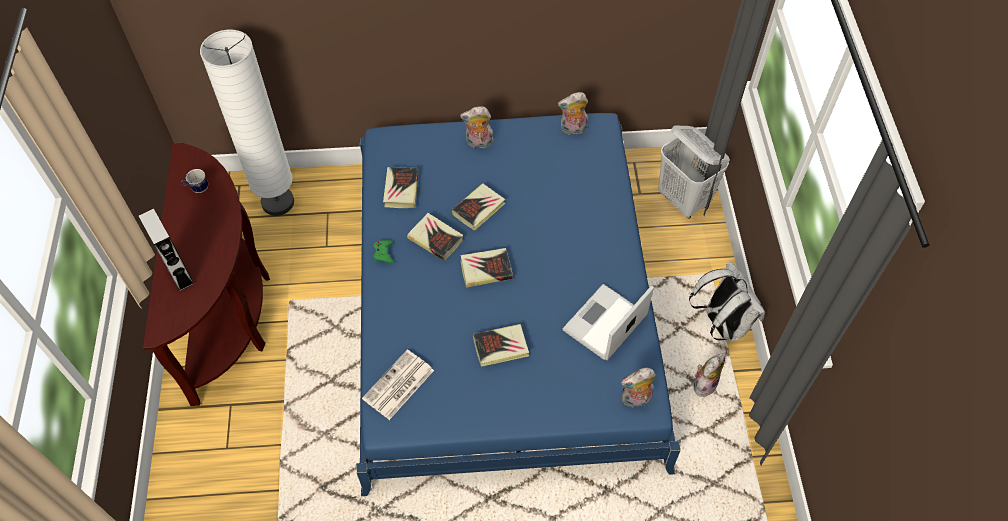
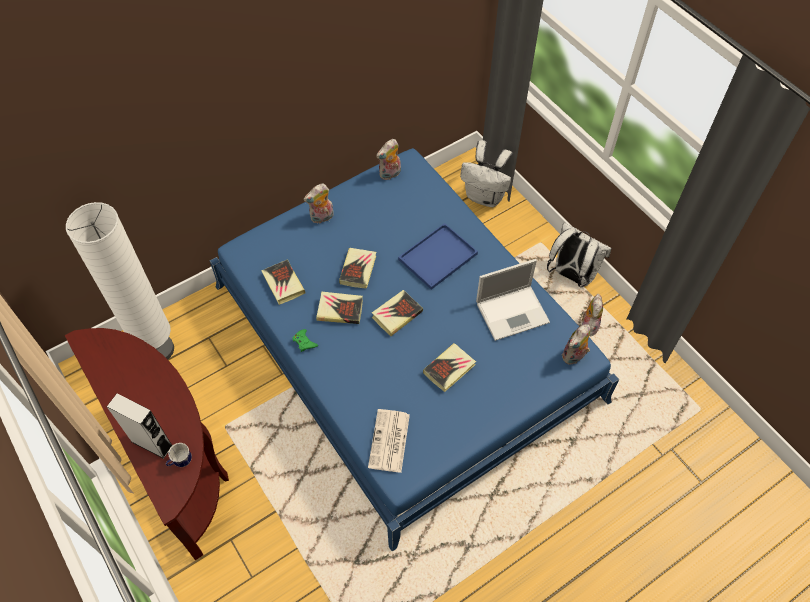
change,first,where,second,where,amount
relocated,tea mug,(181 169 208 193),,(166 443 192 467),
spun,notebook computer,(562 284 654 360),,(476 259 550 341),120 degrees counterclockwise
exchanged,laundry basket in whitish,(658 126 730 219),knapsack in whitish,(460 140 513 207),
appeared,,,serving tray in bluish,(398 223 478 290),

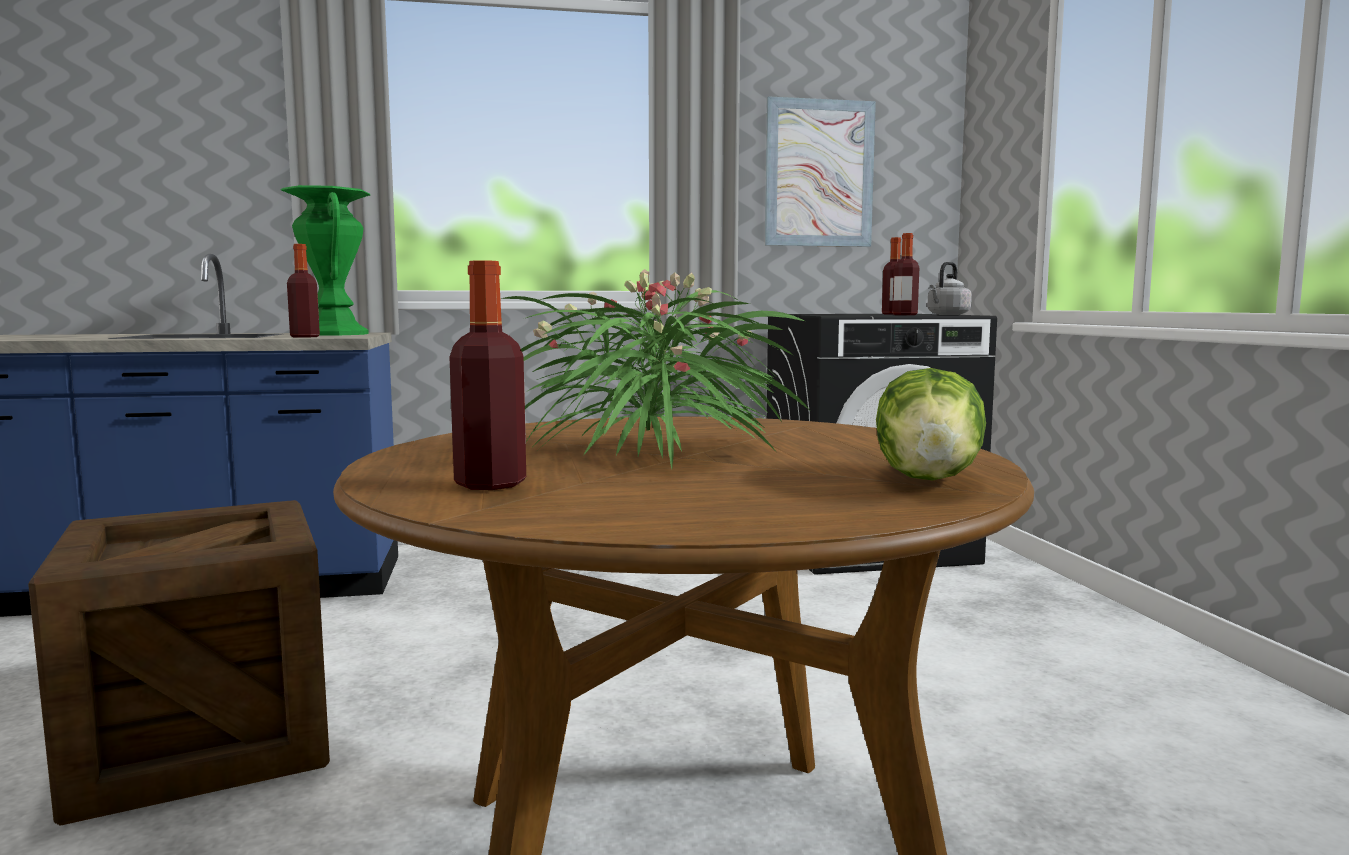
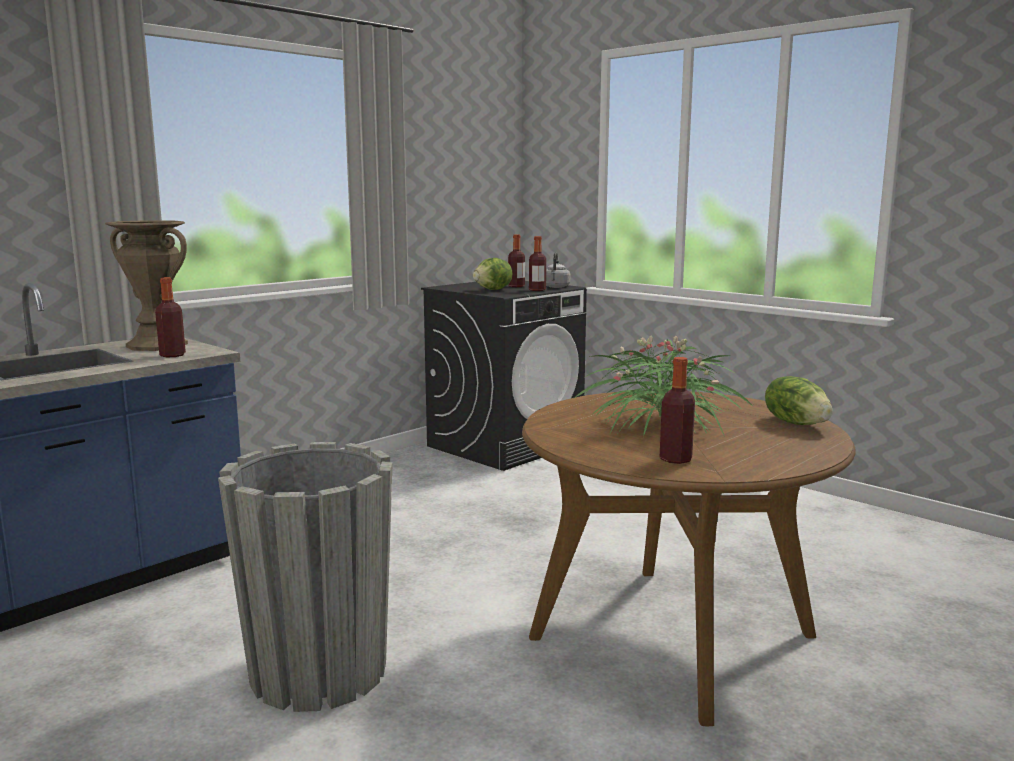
change,first,where,second,where,amount
exchanged,crate,(28 500 330 826),flower pot in greyish,(218 442 393 712),
colour,decorative vase in green,(281 185 370 336),decorative vase in brownish,(105 220 188 351),
missing,wall picture,(765 96 876 247),,,
appeared,,,head of lettuce,(473 258 513 290),

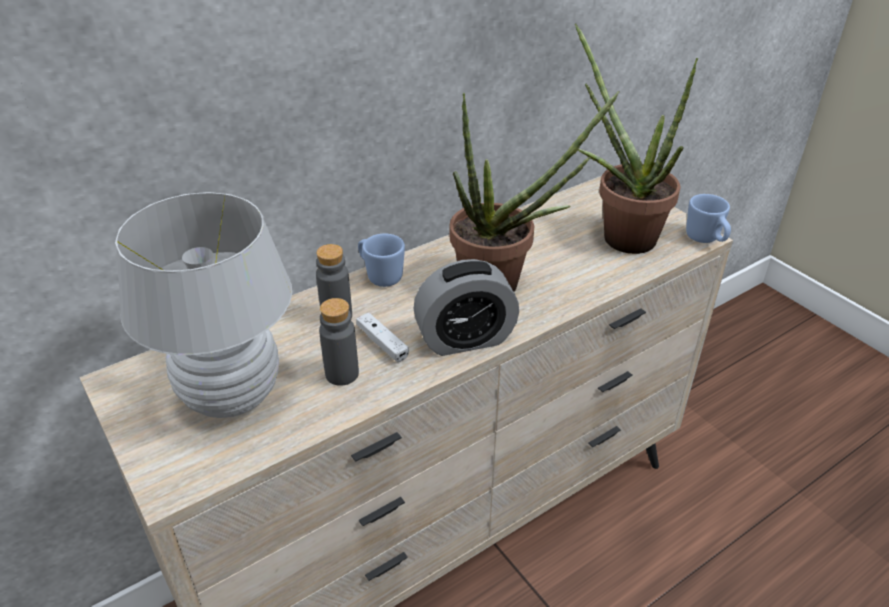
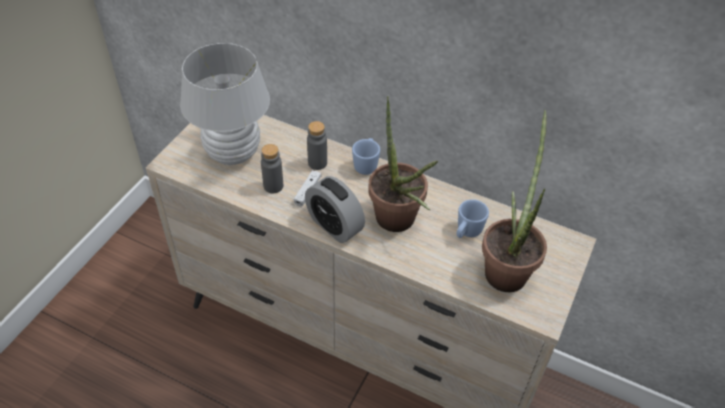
change,first,where,second,where,amount
relocated,tea mug in bluish,(686 194 731 243),,(456 199 489 238),

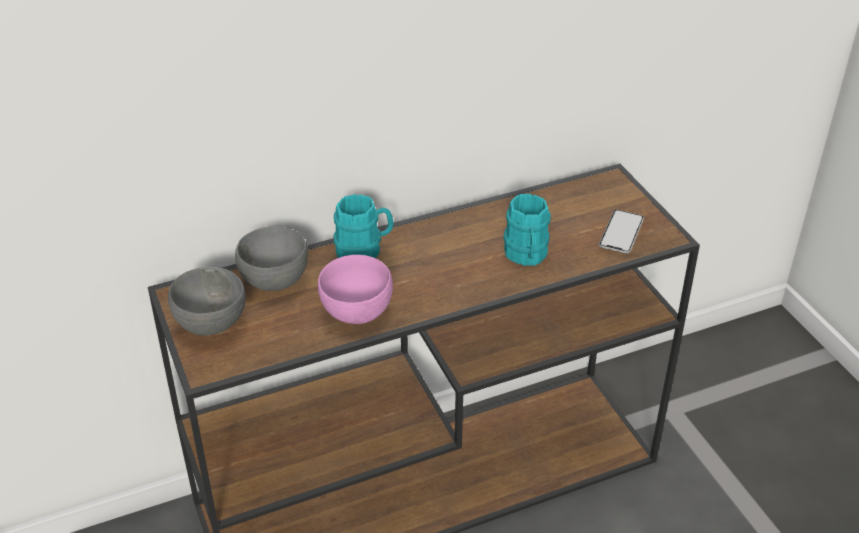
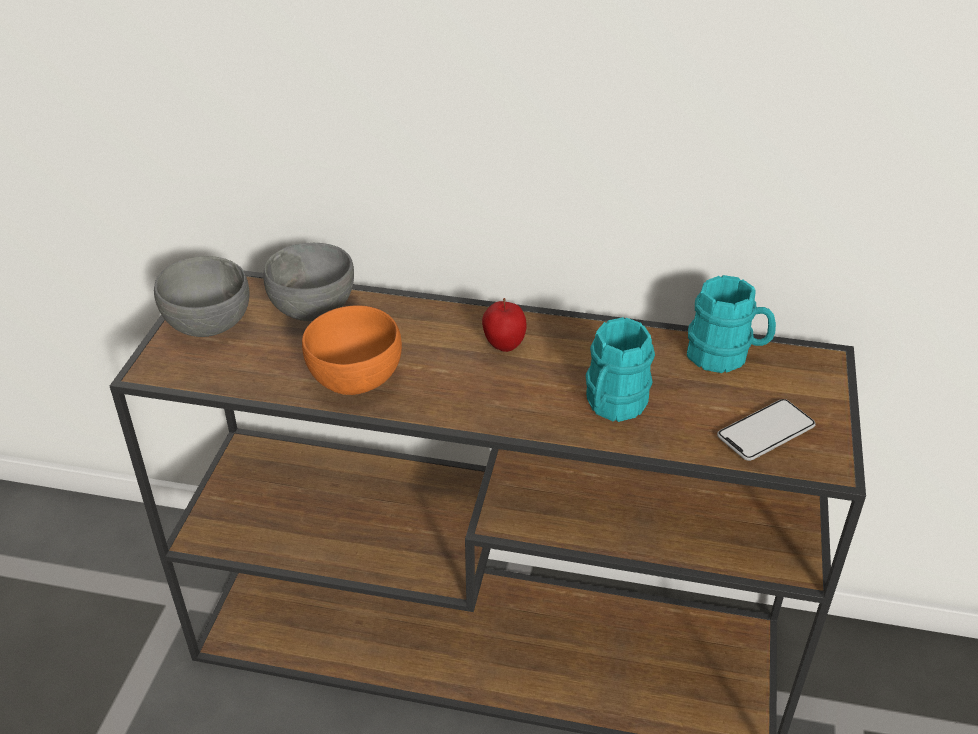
change,first,where,second,where,amount
colour,bowl in pink-coloured,(318 255 393 324),bowl in orange,(302 305 402 395),
relocated,tea mug in turquoise-coloured,(334 194 393 258),,(687 275 776 373),
appeared,,,apple fruit,(482 298 527 352),

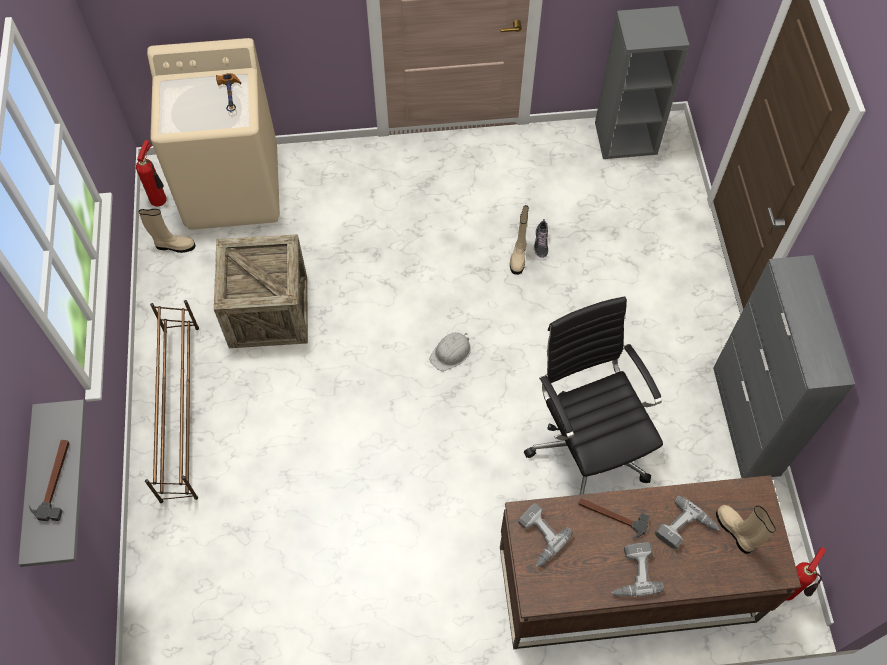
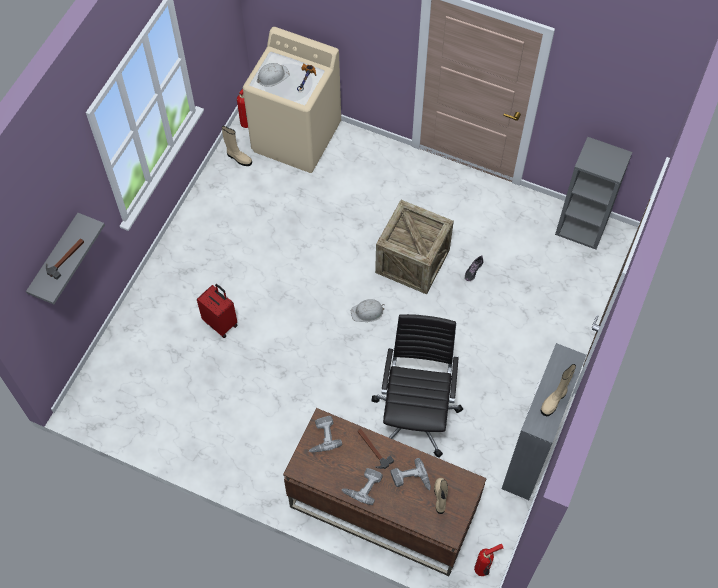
change,first,where,second,where,amount
missing,shoe stand in brownish,(145 300 199 503),,,
relocated,crate,(214 234 308 348),,(375 200 454 294),
relocated,boot in beige-coloured,(510 205 529 275),,(541 364 576 416),
appeared,,,suitcase in reddish,(197 284 238 338),
appeared,,,work helmet in whitish,(257 63 290 86),

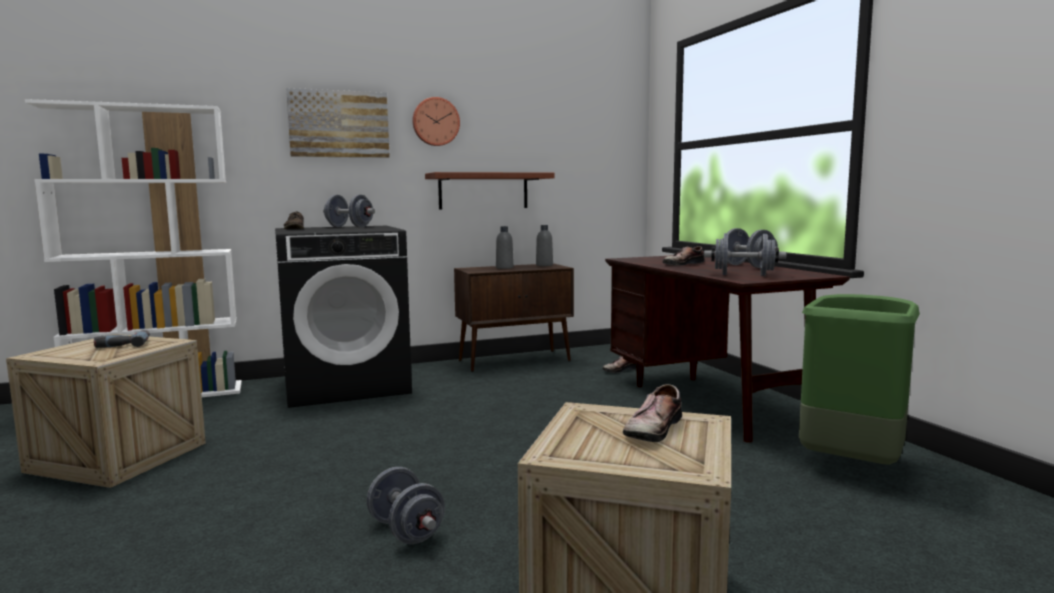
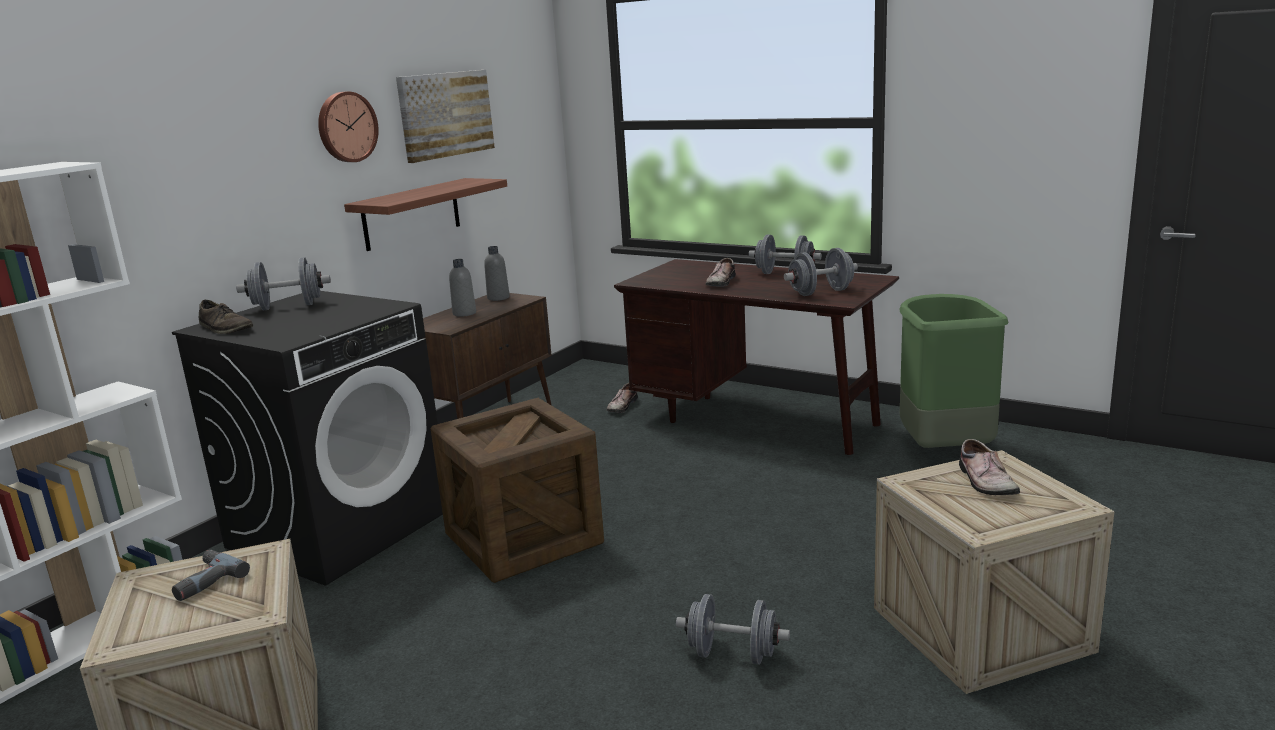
change,first,where,second,where,amount
relocated,wall picture,(286 88 390 158),,(396 70 495 163),
appeared,,,crate,(431 398 604 583),

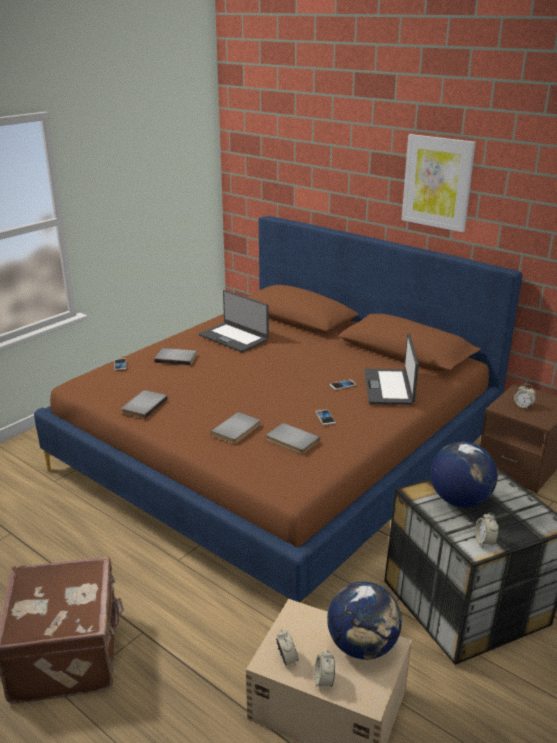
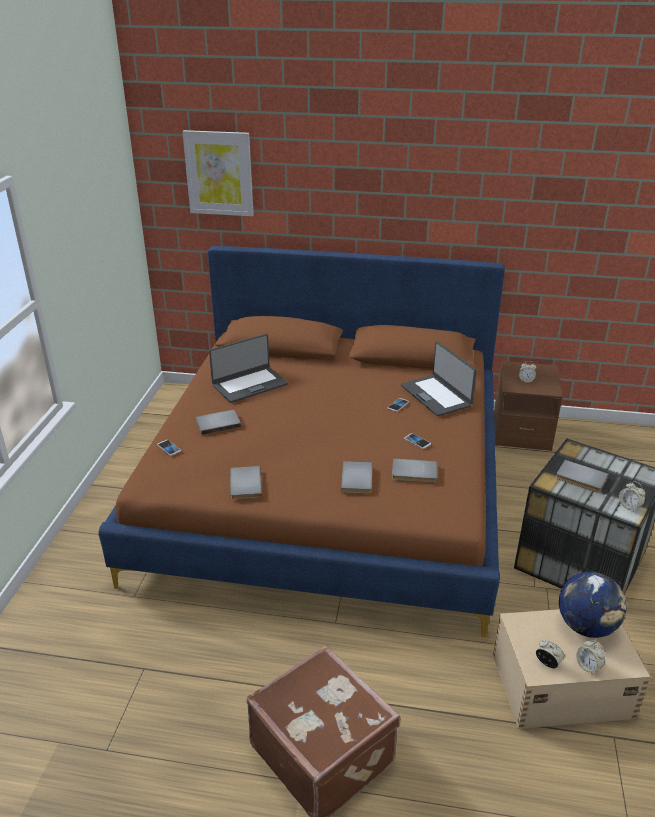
change,first,where,second,where,amount
spun,notebook computer,(199 290 269 352),,(209 334 288 403),45 degrees counterclockwise
relocated,wall picture,(402 134 476 232),,(182 130 254 216),
exchanged,desk globe,(431 442 498 507),bound book in greyish,(556 460 609 493),

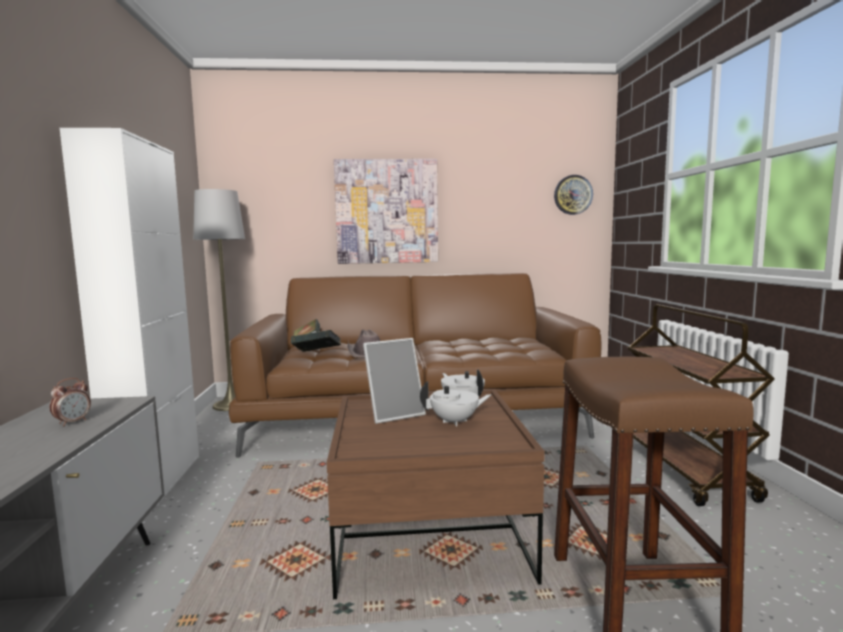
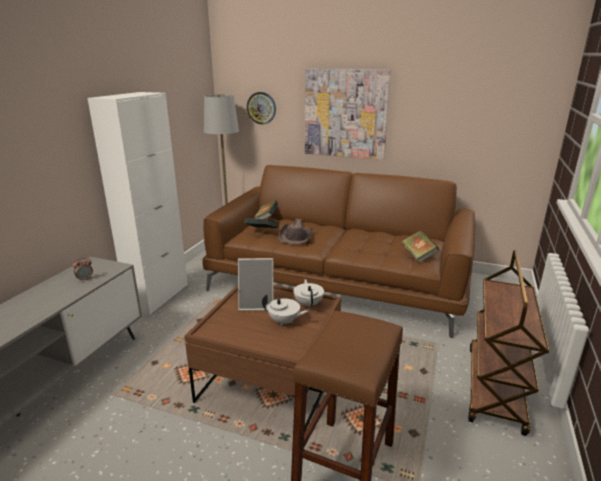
change,first,where,second,where,amount
relocated,hanging clock,(554 175 593 215),,(247 92 276 124),
appeared,,,bound book,(402 230 439 263),

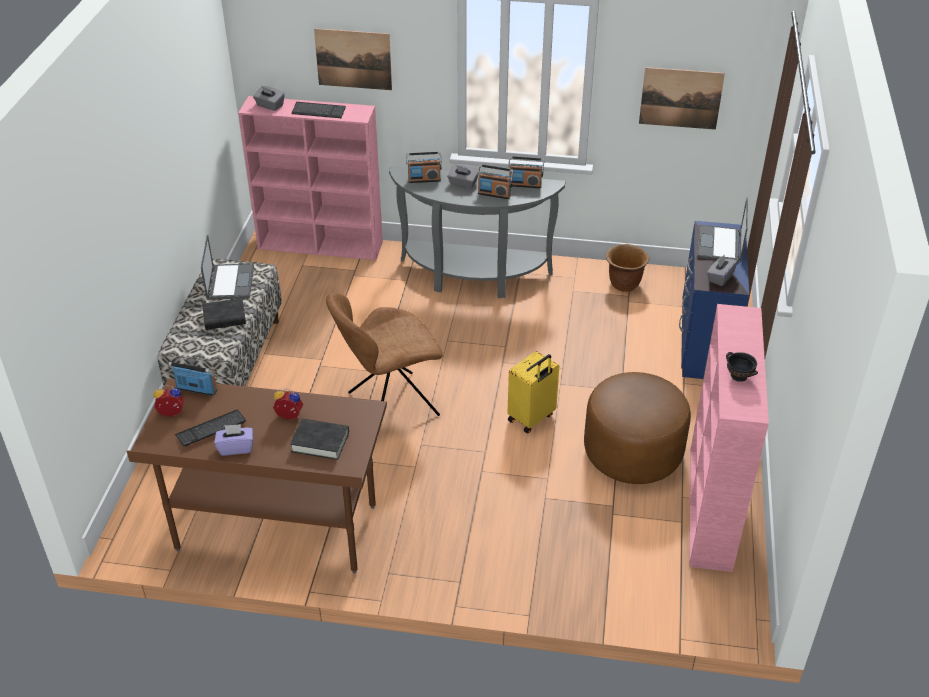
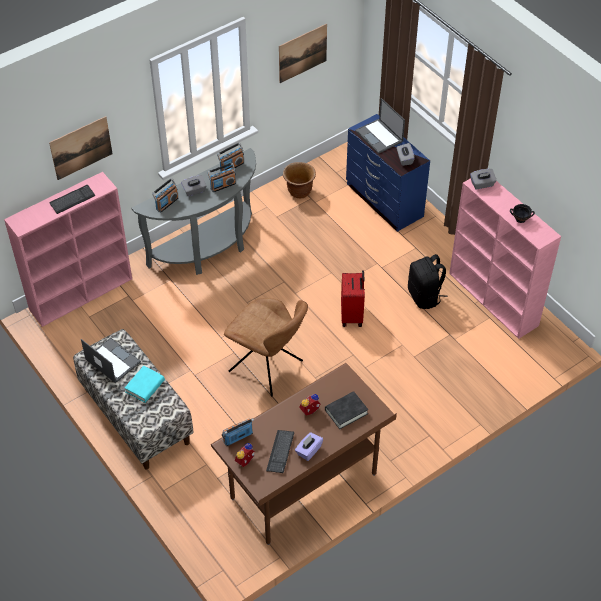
change,first,where,second,where,amount
colour,bound book in black,(202 298 246 330),bound book in turquoise-coloured,(125 366 165 403),
relocated,box of tissues in greyish,(253 86 285 111),,(470 169 497 189),
spun,upright chair in brownish,(326 293 443 416),,(224 298 308 397),75 degrees counterclockwise
colour,suitcase in yellow,(507 351 559 433),suitcase in reddish,(341 270 365 327),
exchanged,ottoman in brownish,(584 372 691 484),knapsack in black,(408 254 448 309),

